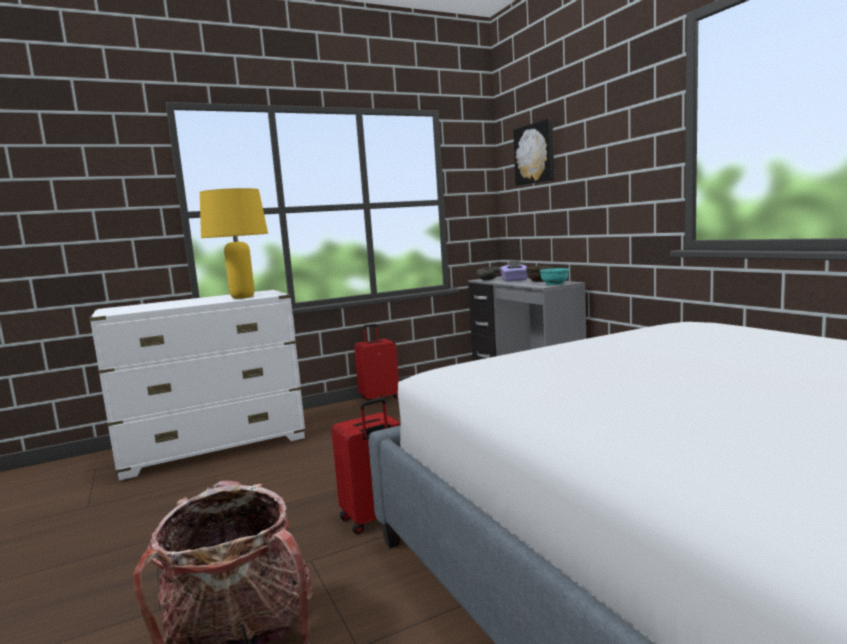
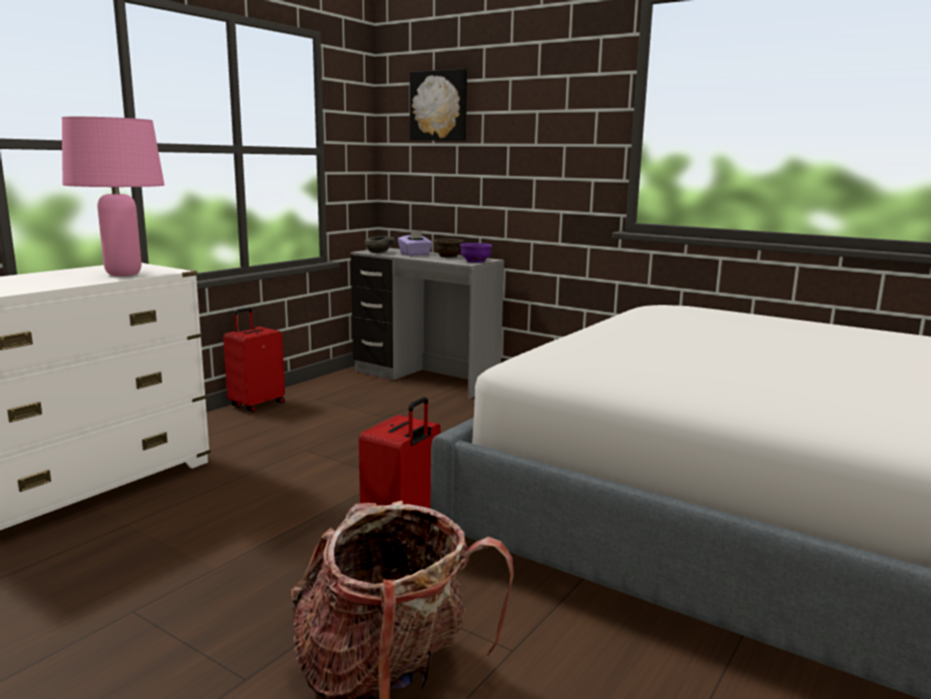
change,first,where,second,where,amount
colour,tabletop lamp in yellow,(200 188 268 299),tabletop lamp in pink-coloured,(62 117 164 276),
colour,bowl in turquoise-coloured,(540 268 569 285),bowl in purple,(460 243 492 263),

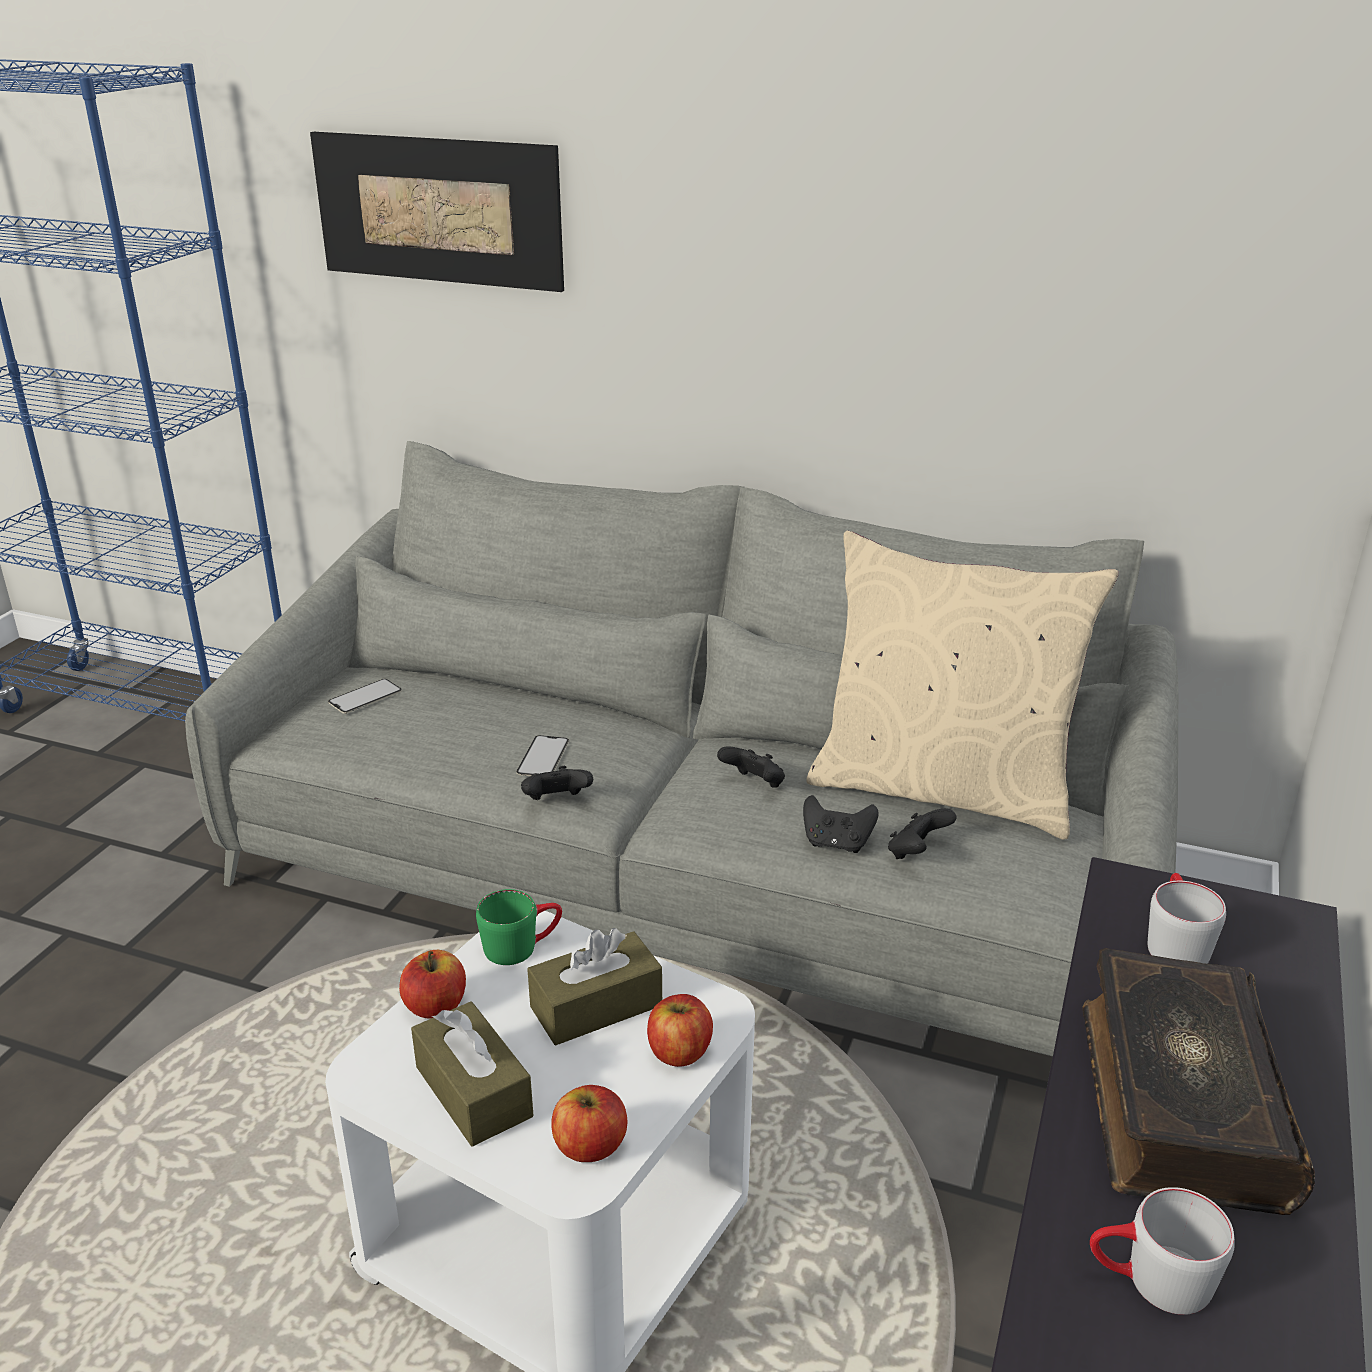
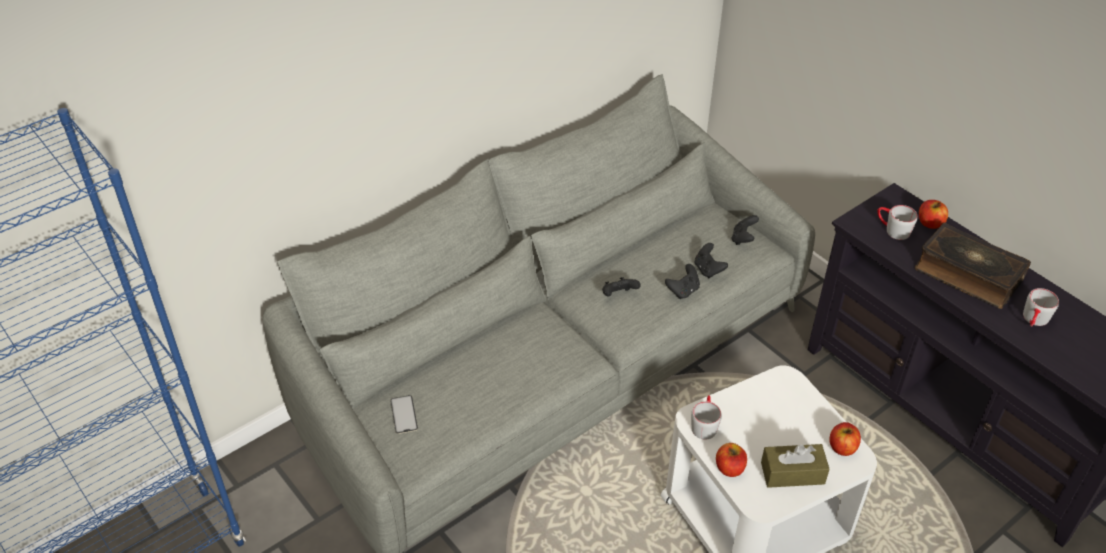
change,first,where,second,where,amount
missing,wall picture,(310 132 564 292),,,
colour,tea mug in green,(476 889 562 965),tea mug in greyish,(691 395 722 439),
missing,phone,(516 735 569 776),,,
relocated,joypad in black,(521 766 593 800),,(732 215 759 245),
missing,box of tissues in brownish,(527 928 662 1045),,,
relocated,apple fruit,(647 994 713 1067),,(919 200 948 229),
missing,throw pillow in beige-coloured,(806 531 1118 840),,,

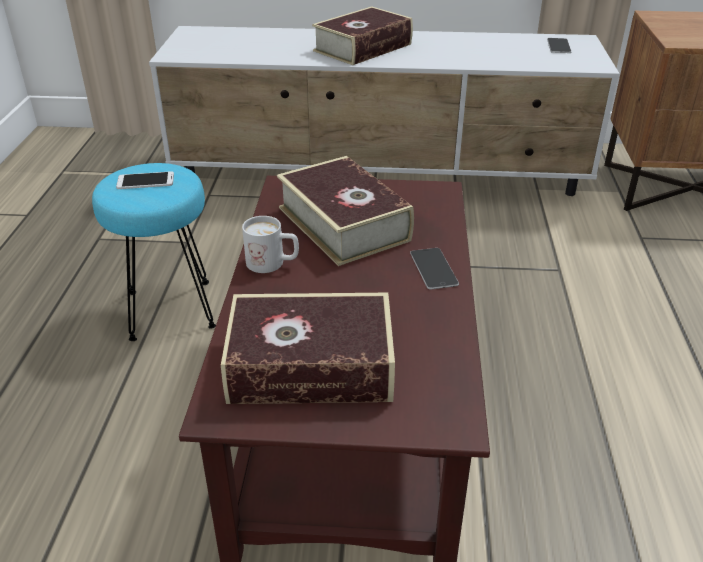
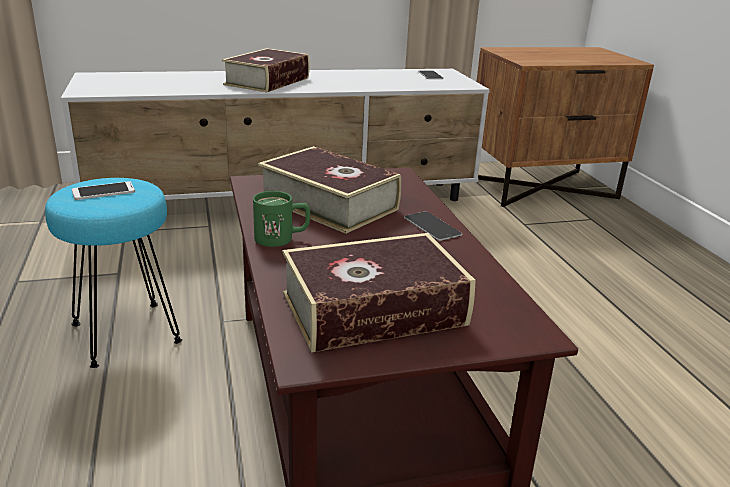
change,first,where,second,where,amount
colour,tea mug in whitish,(242 216 299 273),tea mug in green,(253 191 310 247),

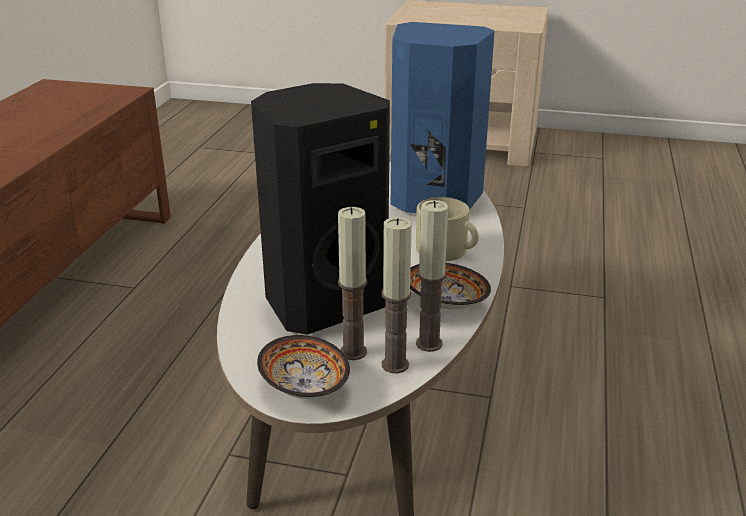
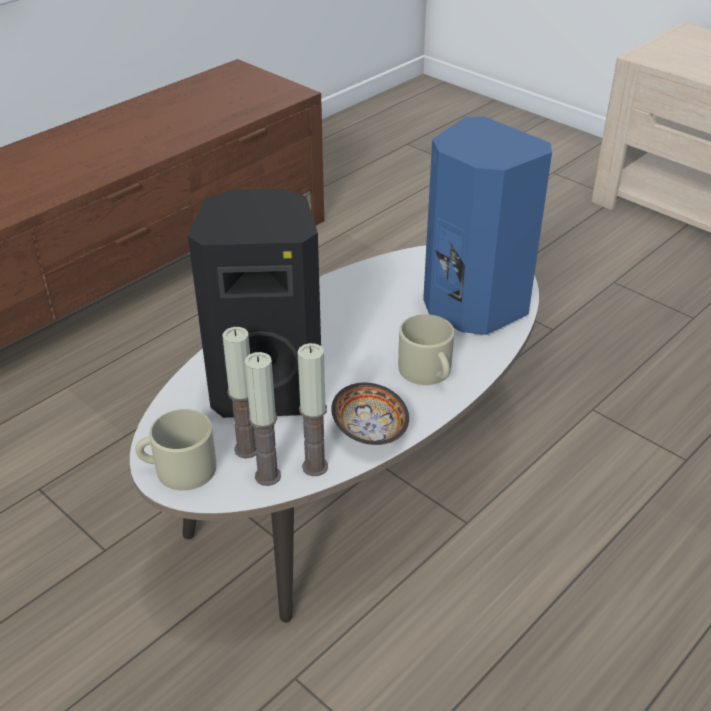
change,first,where,second,where,amount
exchanged,bowl,(257 335 350 399),tea mug in beige-coloured,(135 409 216 491),

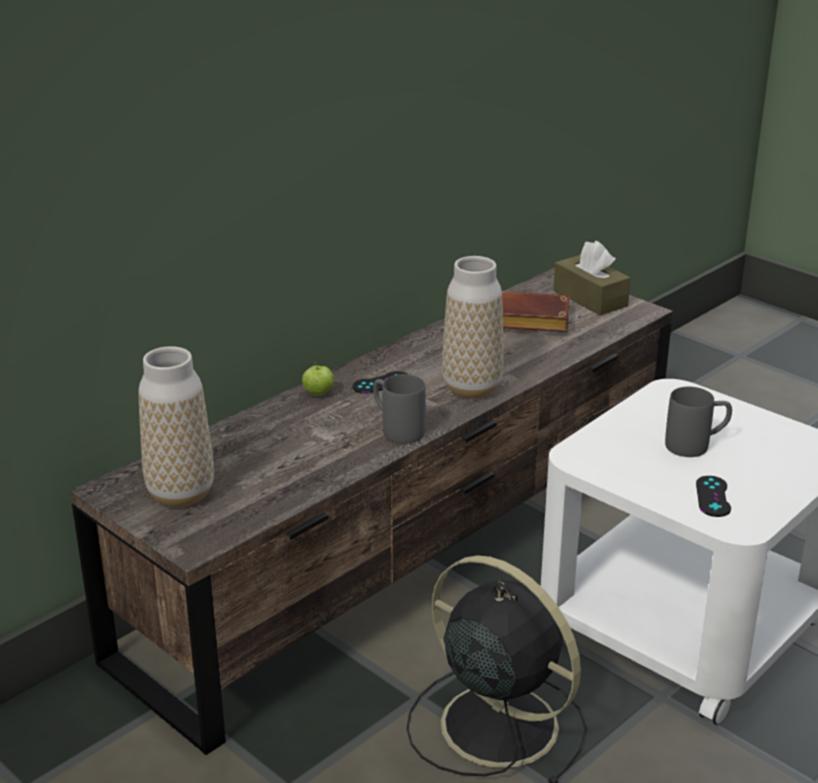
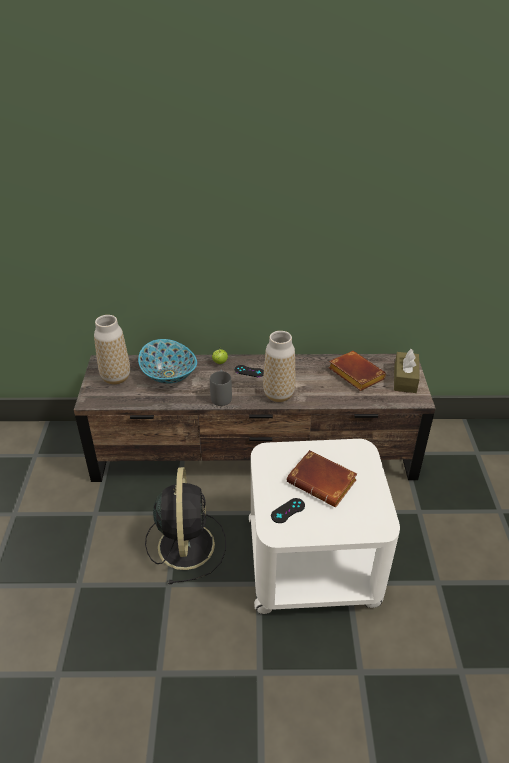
change,first,where,second,where,amount
exchanged,tea mug in greyish,(665 387 732 457),bound book in brownish,(287 450 357 507),
appeared,,,bowl,(138 339 197 384),

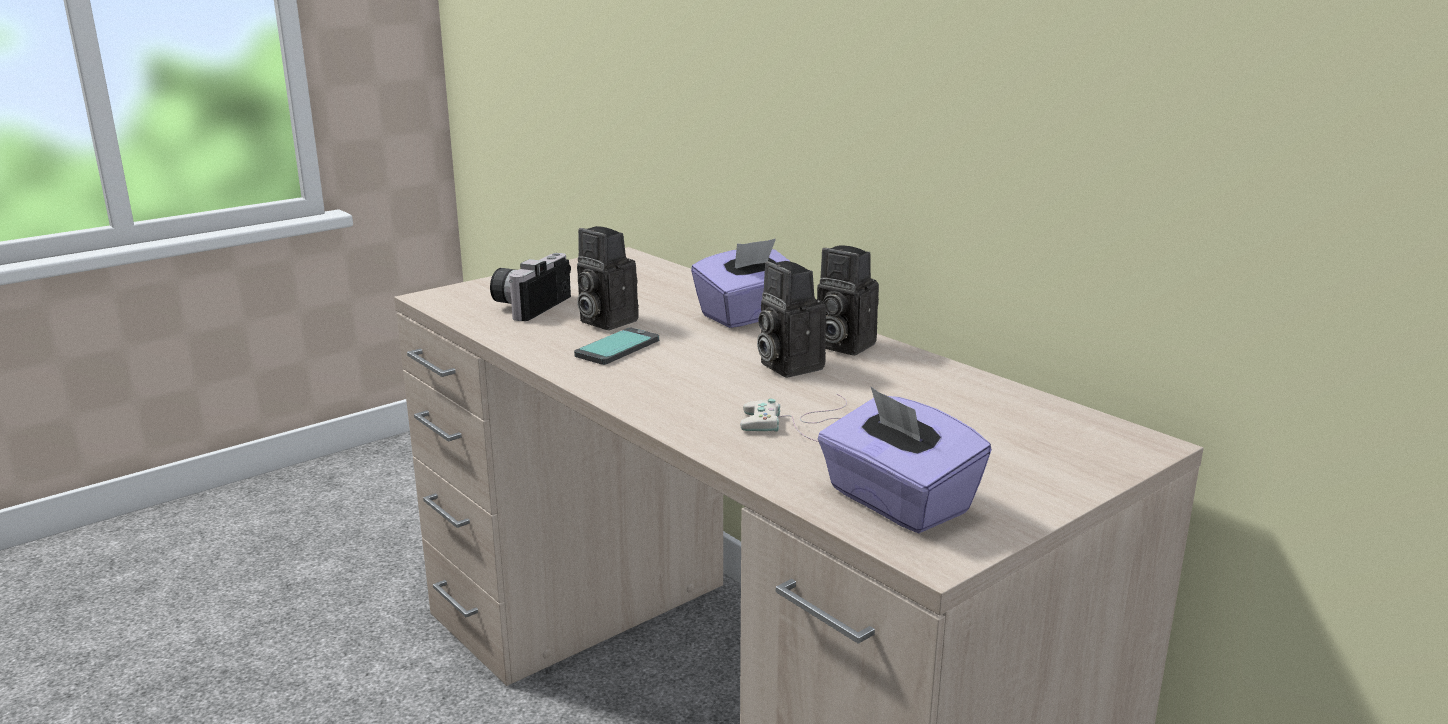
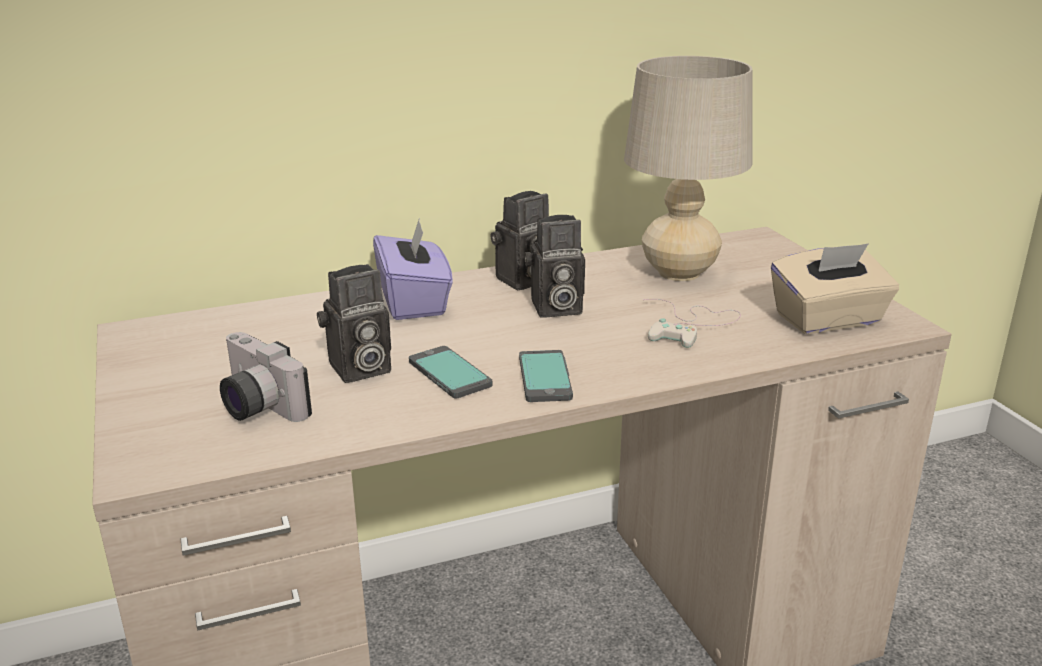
change,first,where,second,where,amount
colour,box of tissues in purple,(818 386 992 533),box of tissues in beige-coloured,(771 243 899 334),
appeared,,,phone,(519 350 573 402),
appeared,,,tabletop lamp in beige-coloured,(624 56 753 281),

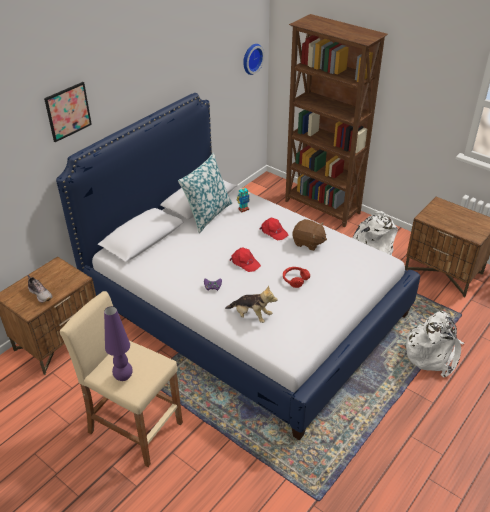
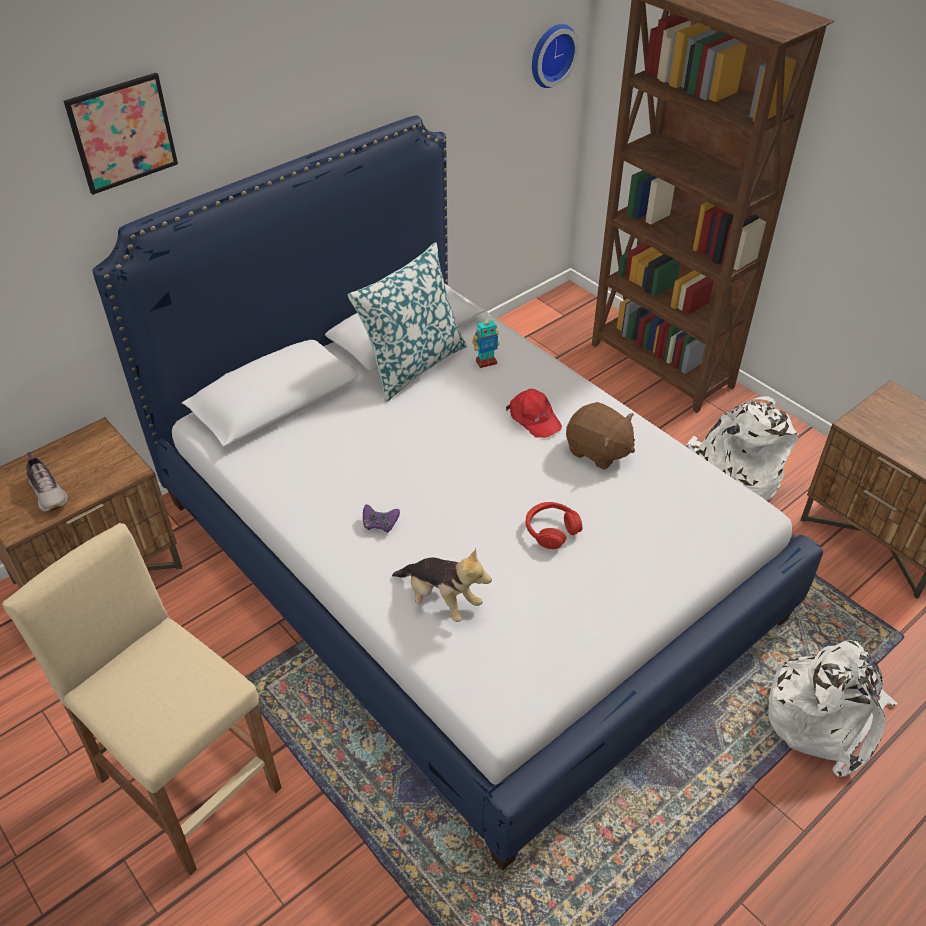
change,first,where,second,where,amount
missing,tabletop lamp in purple,(104 306 133 381),,,
missing,baseball cap in reddish,(230 248 261 272),,,

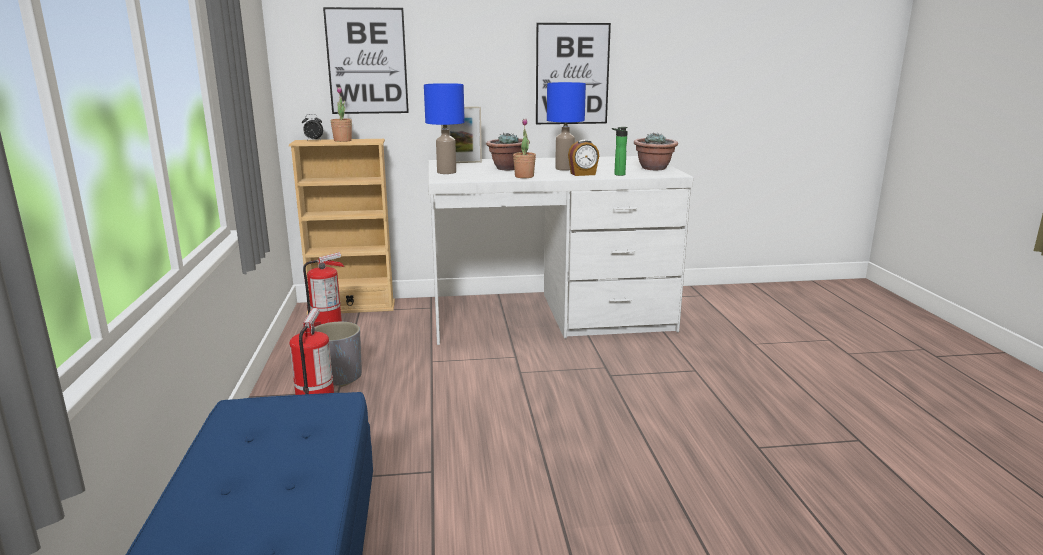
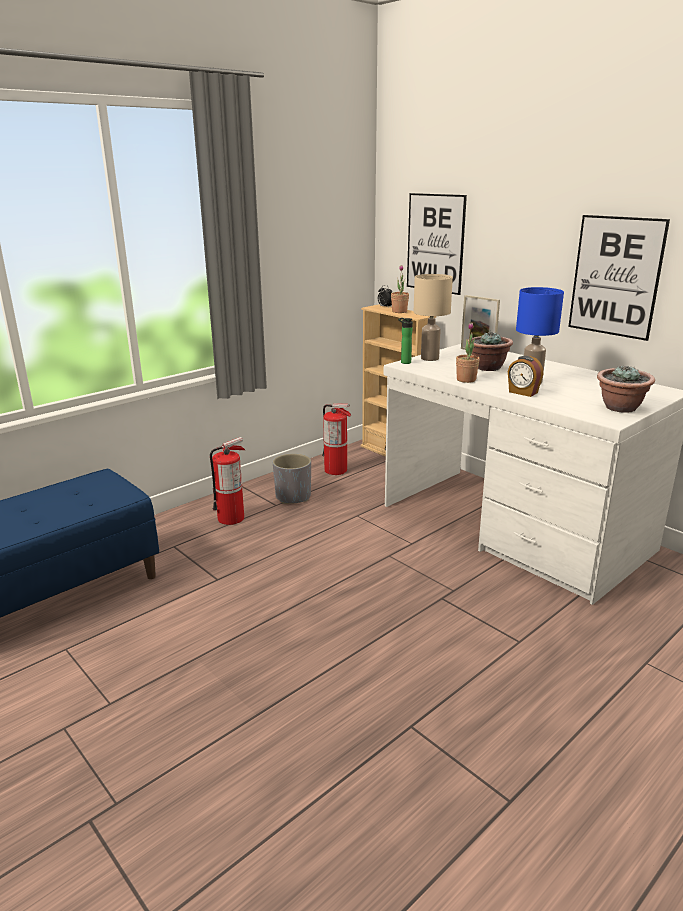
change,first,where,second,where,amount
colour,tabletop lamp in bluish,(424 83 465 174),tabletop lamp in beige-coloured,(414 274 453 361),
relocated,drink bottle,(612 127 628 176),,(398 318 413 364),

